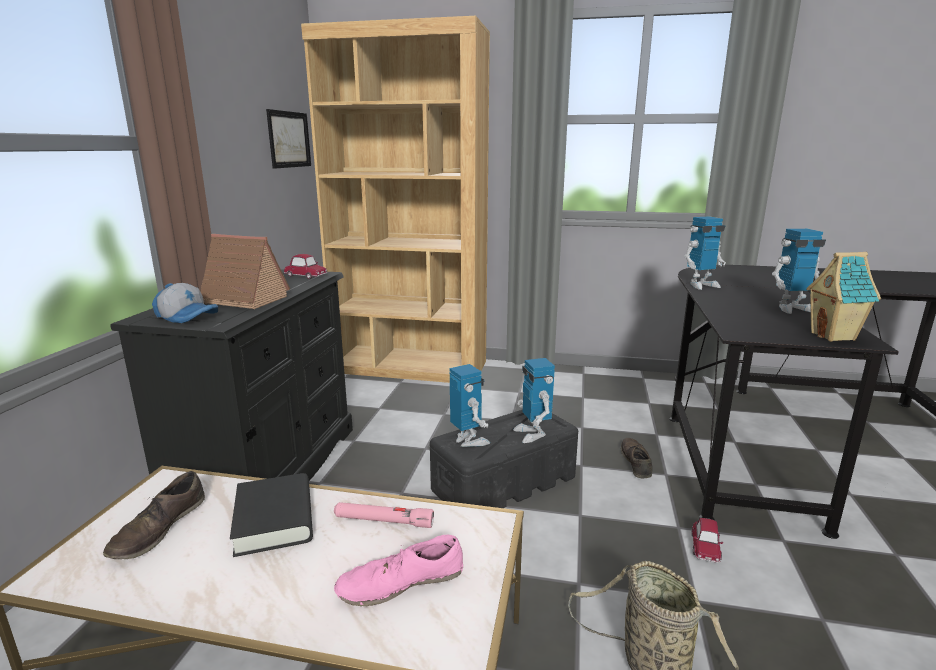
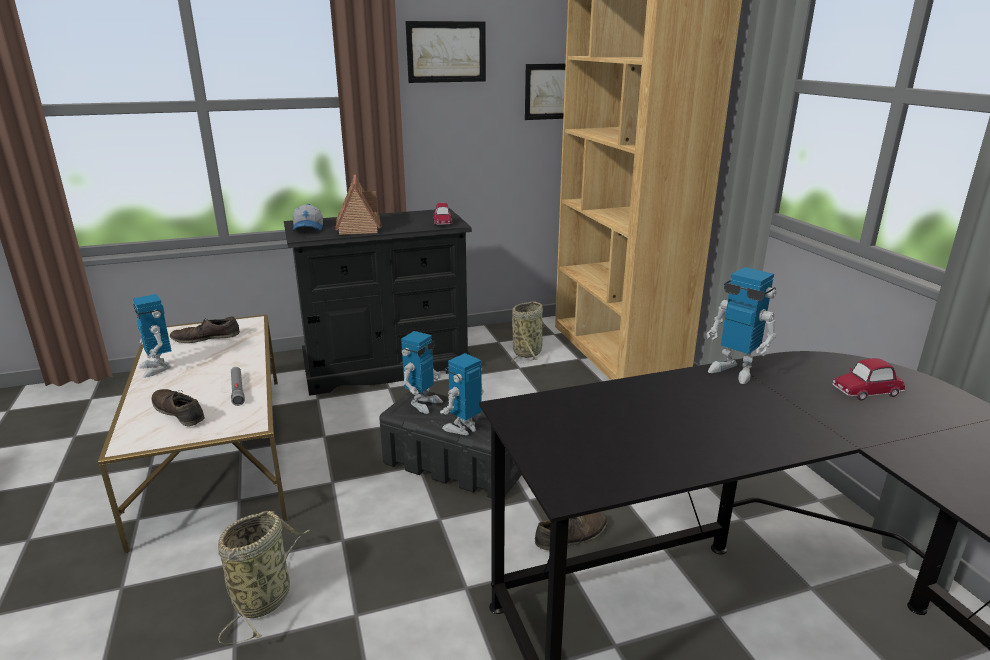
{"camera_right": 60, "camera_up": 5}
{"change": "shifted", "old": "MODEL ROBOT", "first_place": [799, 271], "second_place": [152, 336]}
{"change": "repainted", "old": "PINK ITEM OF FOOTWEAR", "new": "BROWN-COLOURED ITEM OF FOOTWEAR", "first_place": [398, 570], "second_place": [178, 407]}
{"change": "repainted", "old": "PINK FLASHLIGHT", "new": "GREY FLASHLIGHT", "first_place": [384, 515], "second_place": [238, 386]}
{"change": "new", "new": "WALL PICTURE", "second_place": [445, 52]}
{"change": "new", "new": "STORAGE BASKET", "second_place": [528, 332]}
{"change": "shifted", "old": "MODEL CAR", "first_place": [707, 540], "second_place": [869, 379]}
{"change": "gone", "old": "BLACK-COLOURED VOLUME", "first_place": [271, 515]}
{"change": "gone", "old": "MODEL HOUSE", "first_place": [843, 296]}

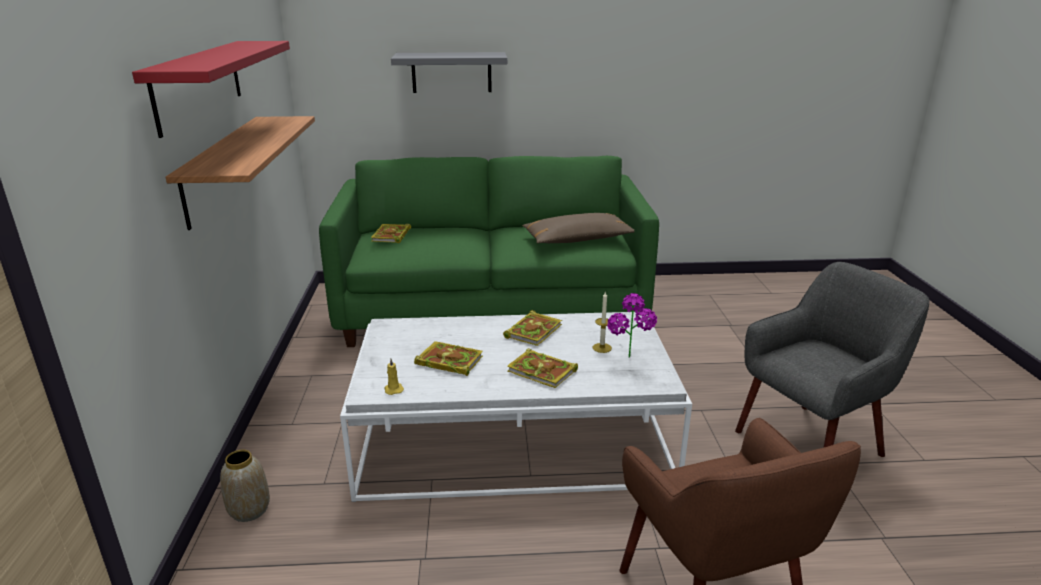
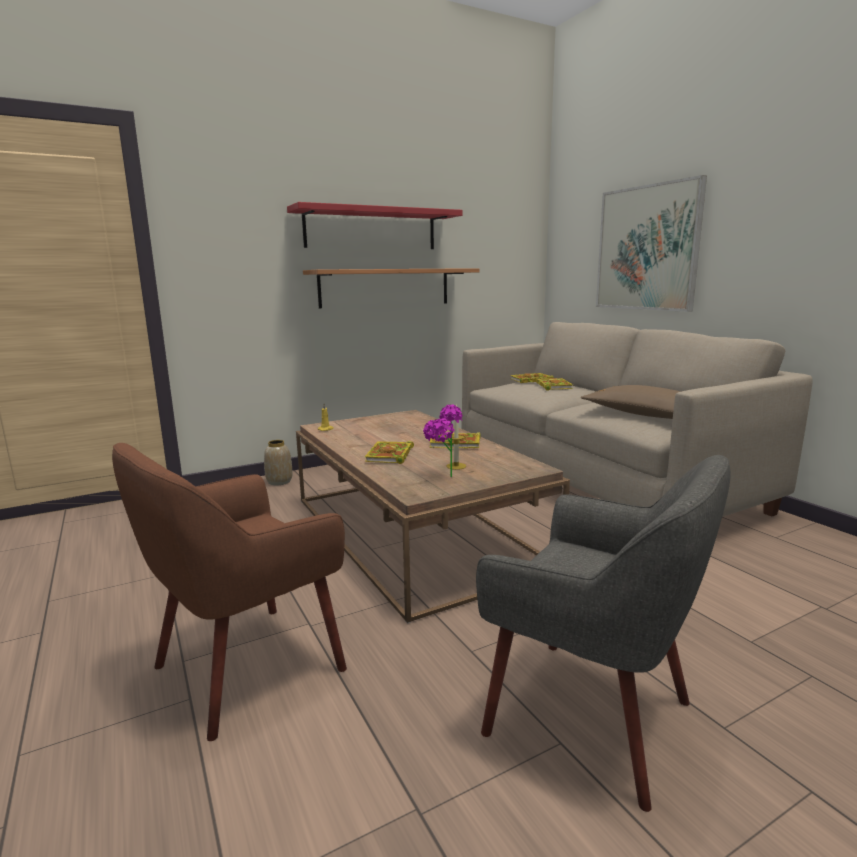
{"camera_right": 65, "camera_up": -10}
{"change": "repainted", "old": "WHITE-COLOURED COFFEE TABLE", "new": "BROWN-COLOURED COFFEE TABLE", "first_place": [516, 407], "second_place": [433, 516]}
{"change": "repainted", "old": "GREEN-COLOURED COUCH", "new": "BEIGE-COLOURED COUCH", "first_place": [489, 251], "second_place": [637, 419]}
{"change": "shifted", "old": "VOLUME", "first_place": [448, 358], "second_place": [554, 384]}
{"change": "swapped", "old": "GREY SHELF", "new": "WALL PICTURE", "first_place": [449, 72], "second_place": [651, 243]}

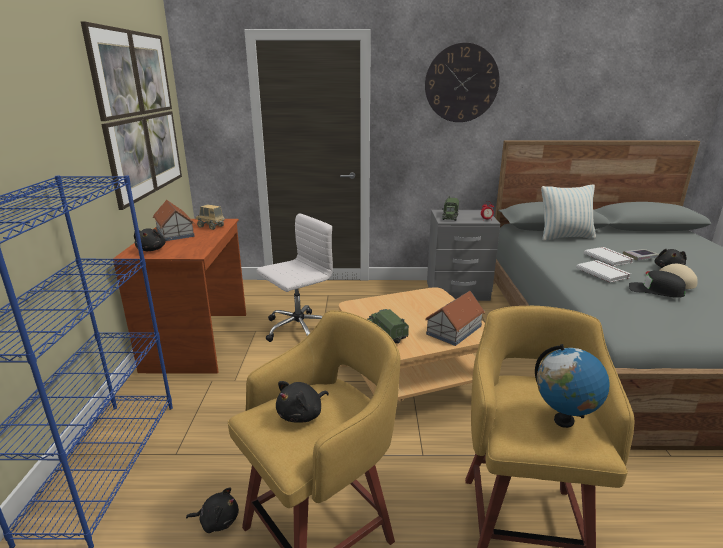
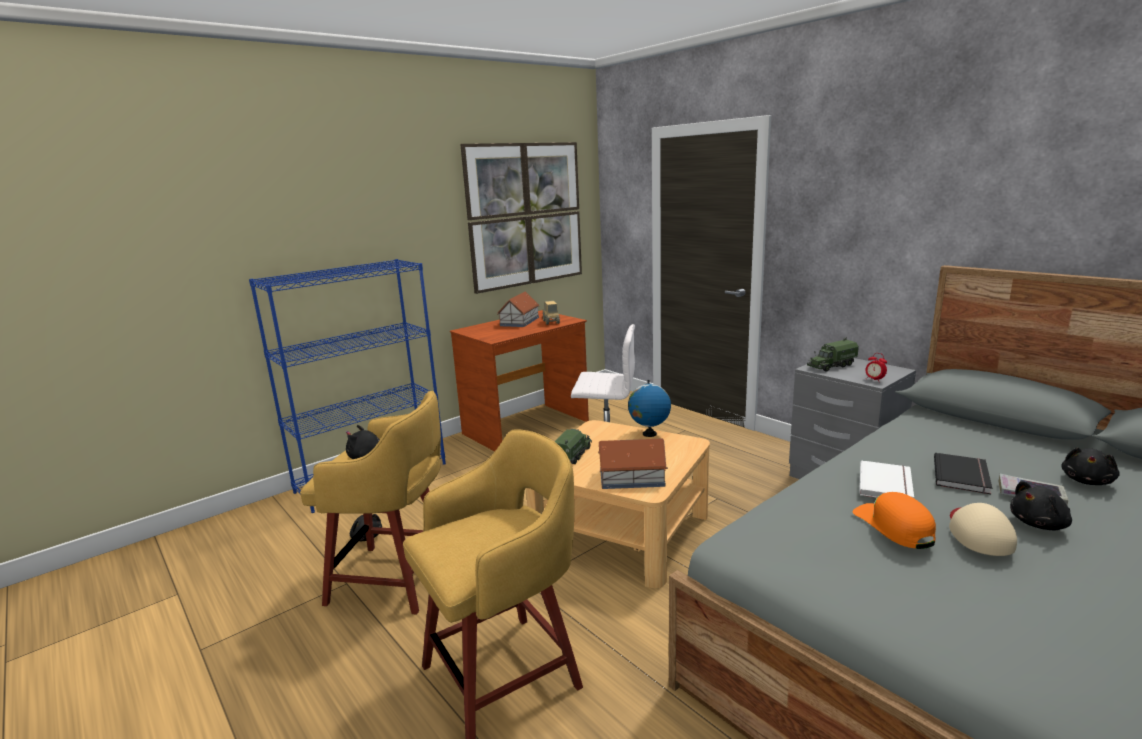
{"camera_right": 50, "camera_up": -5}
{"change": "shifted", "old": "DESK GLOBE", "first_place": [572, 386], "second_place": [649, 408]}
{"change": "repainted", "old": "BLACK-COLOURED PEAKED CAP", "new": "ORANGE PEAKED CAP", "first_place": [657, 284], "second_place": [894, 520]}
{"change": "repainted", "old": "WHITE-COLOURED VOLUME", "new": "BLACK-COLOURED VOLUME", "first_place": [609, 256], "second_place": [963, 473]}
{"change": "shifted", "old": "BLACK-COLOURED SOFT TOY", "first_place": [150, 239], "second_place": [1090, 466]}
{"change": "gone", "old": "WALL CLOCK", "first_place": [462, 82]}
{"change": "gone", "old": "THROW PILLOW", "first_place": [568, 212]}

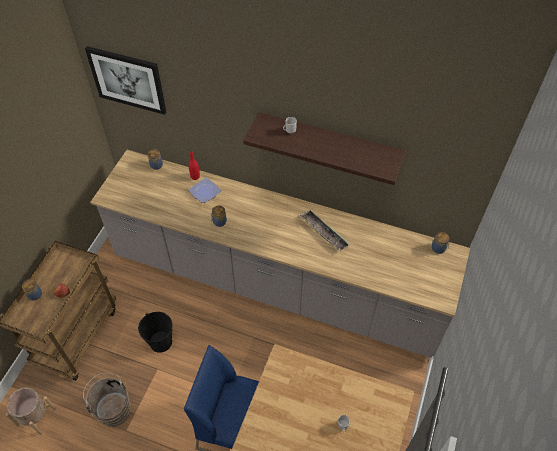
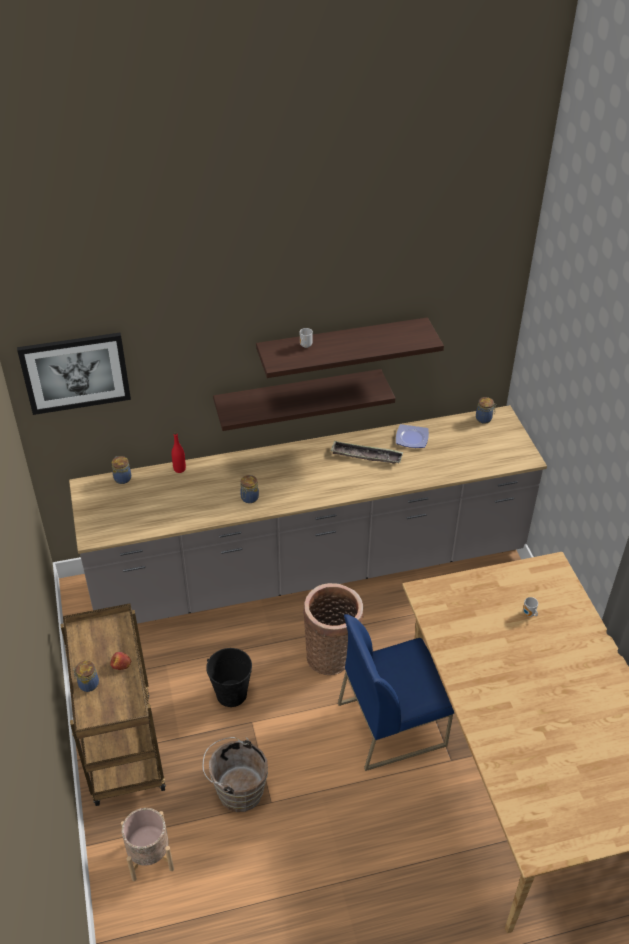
{"camera_right": -35, "camera_up": -10}
{"change": "new", "new": "SHELF", "second_place": [304, 400]}
{"change": "new", "new": "STORAGE BASKET", "second_place": [333, 629]}
{"change": "shifted", "old": "FLAT DISH", "first_place": [205, 190], "second_place": [412, 436]}

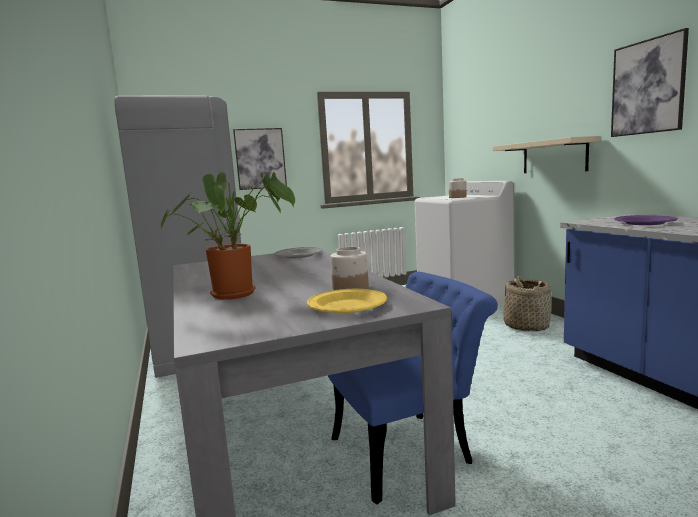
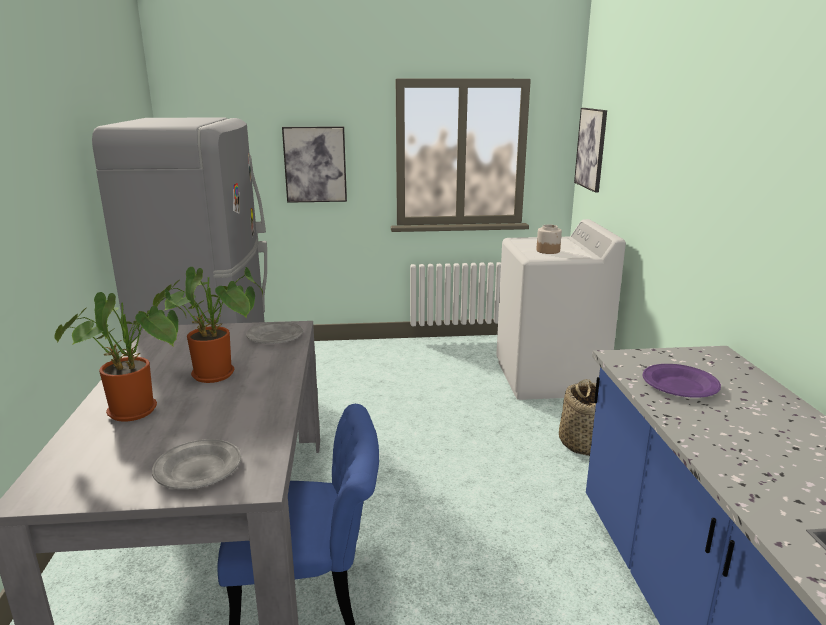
{"camera_right": 15, "camera_up": 10}
{"change": "repainted", "old": "YELLOWISH FLAT DISH", "new": "GREY FLAT DISH", "first_place": [347, 301], "second_place": [196, 464]}
{"change": "new", "new": "HOUSEPLANT", "second_place": [208, 325]}
{"change": "shifted", "old": "WALL PICTURE", "first_place": [650, 82], "second_place": [590, 150]}
{"change": "gone", "old": "STORAGE JAR", "first_place": [349, 268]}
{"change": "gone", "old": "BEIGE-COLOURED SHELF", "first_place": [546, 154]}

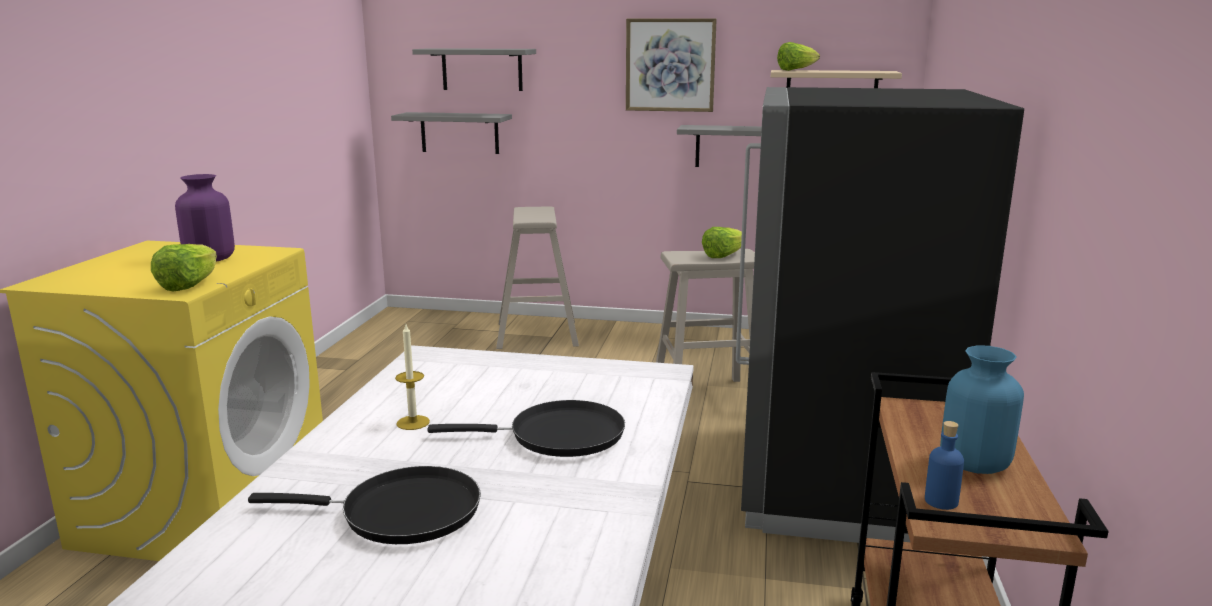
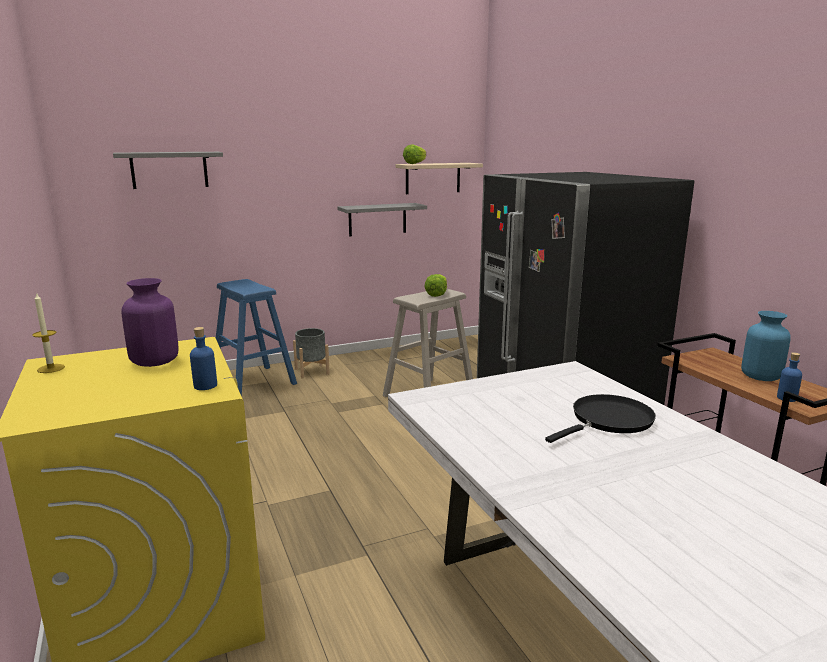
{"camera_right": -35, "camera_up": 0}
{"change": "shifted", "old": "WAX CANDLE", "first_place": [412, 377], "second_place": [48, 332]}
{"change": "swapped", "old": "LETTUCE HEAD", "new": "BLUISH BEVERAGE BOTTLE", "first_place": [184, 268], "second_place": [203, 358]}
{"change": "repainted", "old": "BEIGE-COLOURED STOOL", "new": "BLUISH STOOL", "first_place": [537, 278], "second_place": [256, 337]}
{"change": "new", "new": "GREY PLANTER", "second_place": [311, 353]}
{"change": "gone", "old": "BLACK-COLOURED FRYING PAN", "first_place": [364, 505]}
{"change": "gone", "old": "GREY SHELF", "first_place": [451, 133]}
{"change": "gone", "old": "WALL PICTURE", "first_place": [671, 65]}

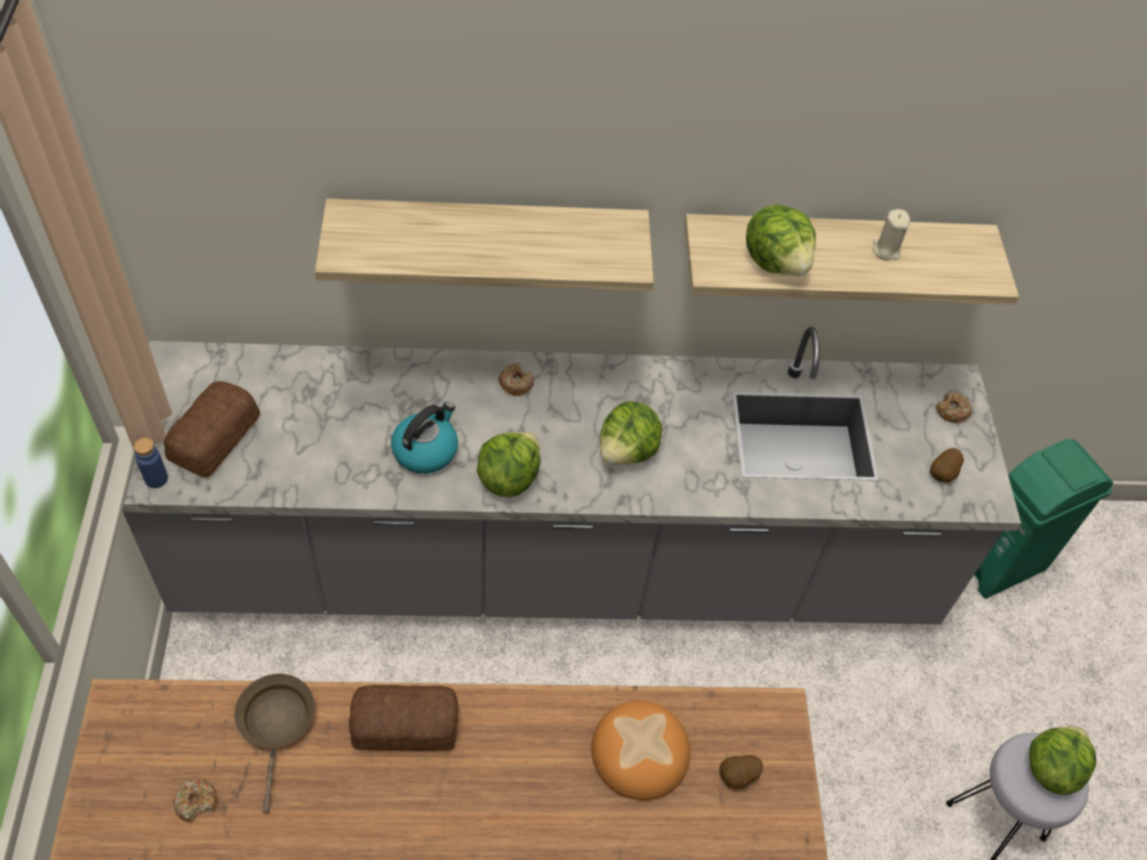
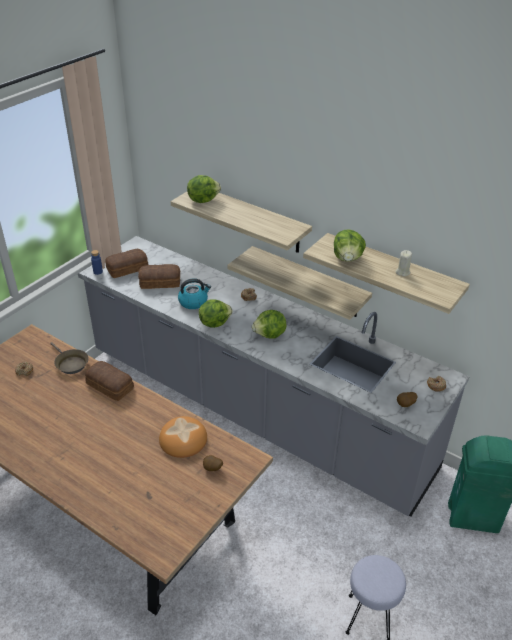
{"camera_right": 40, "camera_up": -15}
{"change": "rotated", "old": "BROWN-COLOURED FRYING PAN", "first_place": [274, 743], "second_place": [69, 358], "degrees": 105}
{"change": "new", "new": "BREAD", "second_place": [159, 276]}
{"change": "shifted", "old": "LETTUCE HEAD", "first_place": [1063, 760], "second_place": [204, 189]}
{"change": "new", "new": "SHELF", "second_place": [300, 283]}

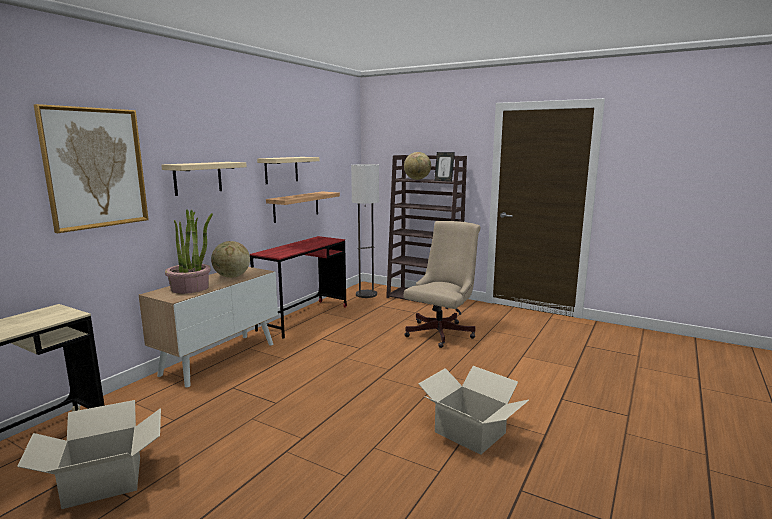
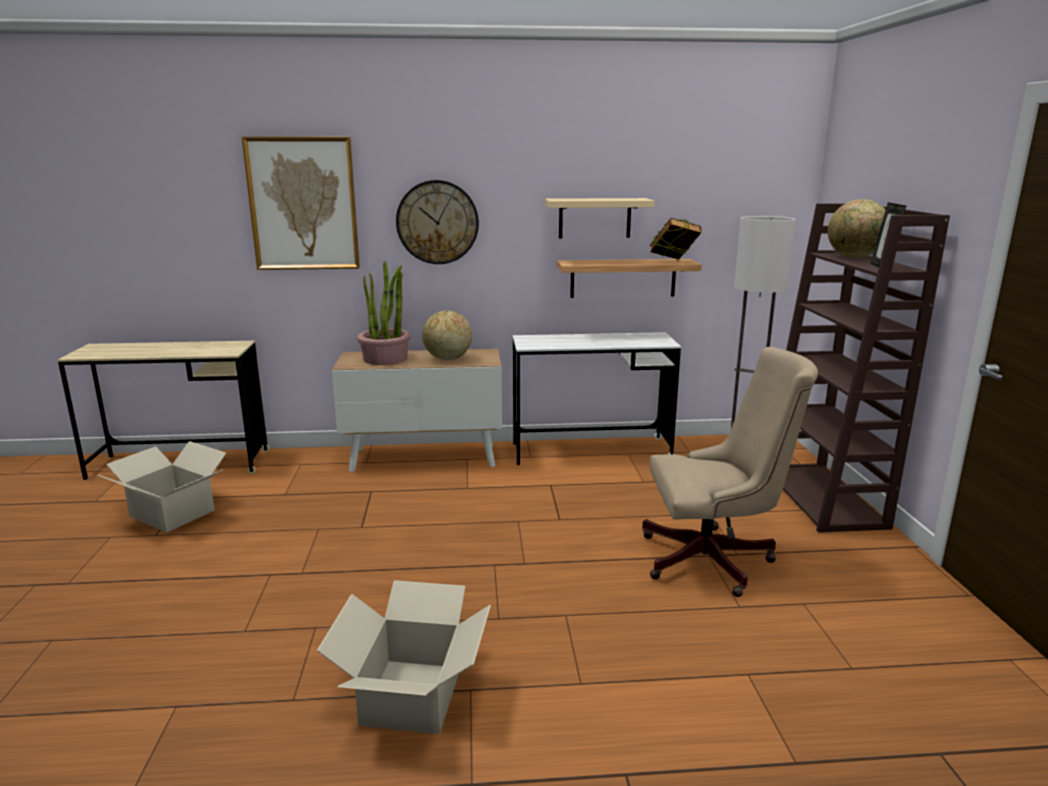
{"camera_right": 55, "camera_up": 5}
{"change": "swapped", "old": "BEIGE-COLOURED SHELF", "new": "WALL CLOCK", "first_place": [204, 179], "second_place": [437, 222]}
{"change": "repainted", "old": "RED-COLOURED DESK TABLE", "new": "WHITE-COLOURED DESK TABLE", "first_place": [298, 287], "second_place": [597, 398]}
{"change": "new", "new": "VOLUME", "second_place": [676, 239]}

